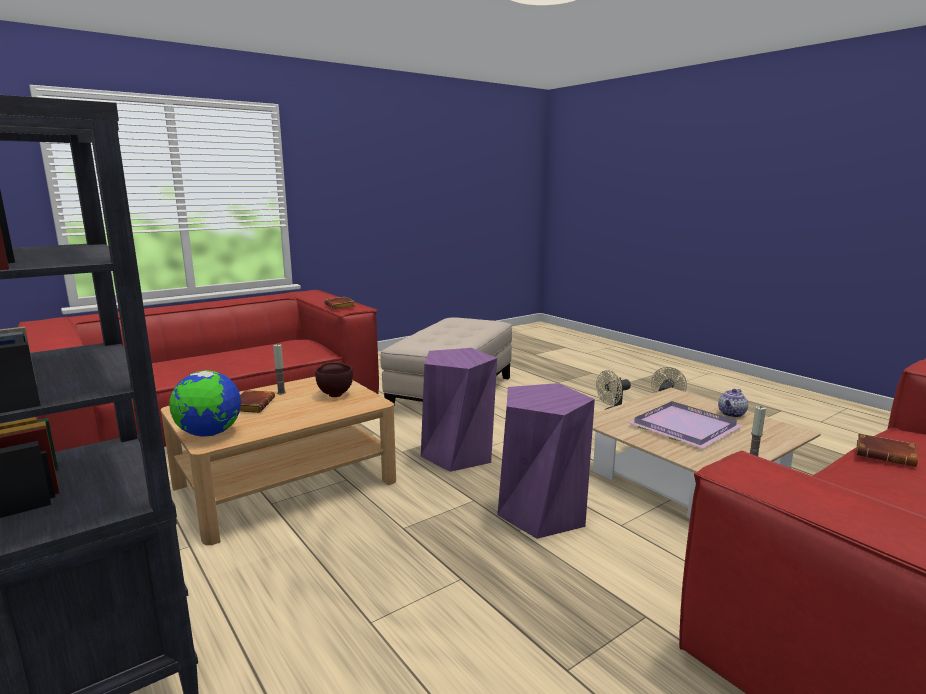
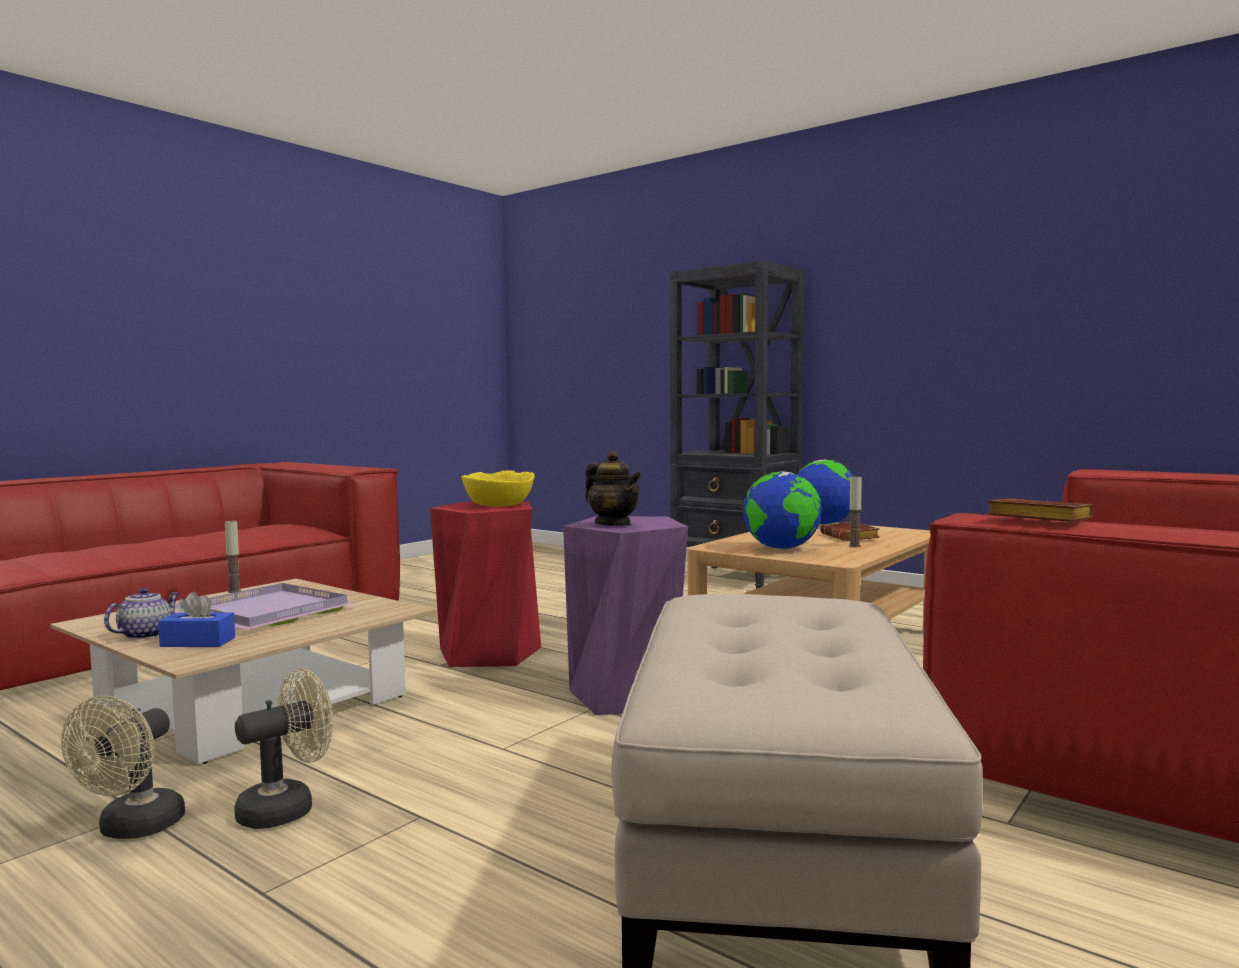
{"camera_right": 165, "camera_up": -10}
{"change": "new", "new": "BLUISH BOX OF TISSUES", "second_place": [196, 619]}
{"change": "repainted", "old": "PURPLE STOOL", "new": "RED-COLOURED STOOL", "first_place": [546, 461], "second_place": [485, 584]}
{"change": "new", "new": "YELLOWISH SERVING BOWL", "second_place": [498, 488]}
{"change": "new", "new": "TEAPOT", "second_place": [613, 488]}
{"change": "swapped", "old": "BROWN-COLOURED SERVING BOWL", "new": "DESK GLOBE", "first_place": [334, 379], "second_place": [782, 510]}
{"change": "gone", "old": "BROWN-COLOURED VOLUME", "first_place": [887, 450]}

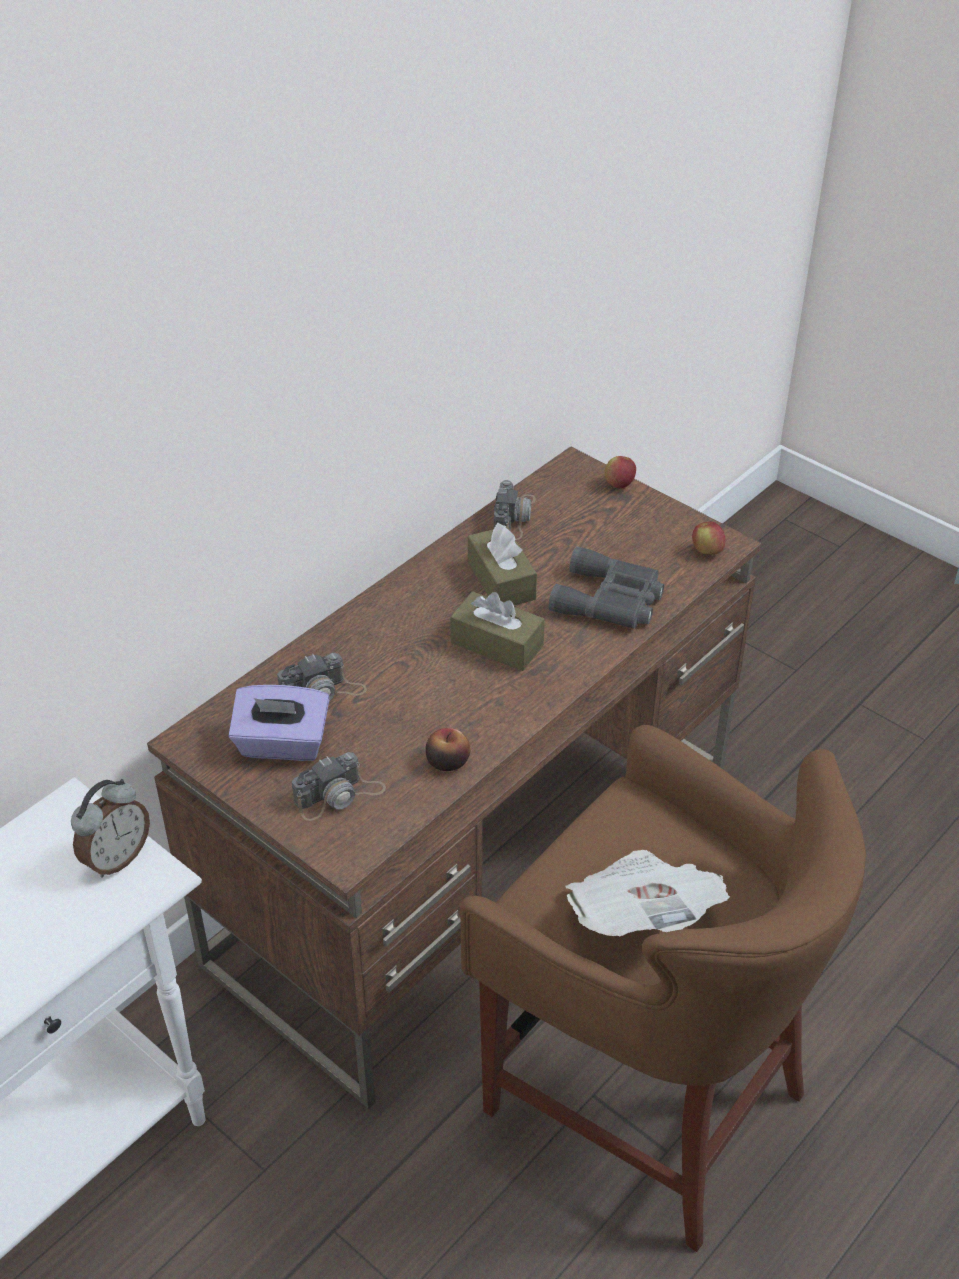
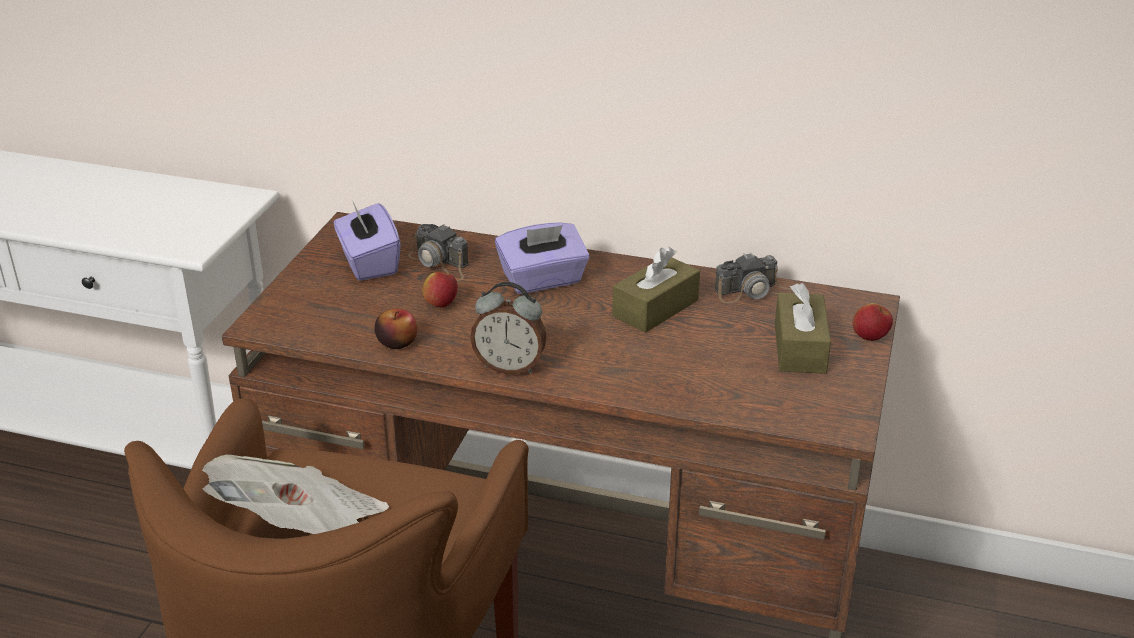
{"camera_right": 65, "camera_up": -10}
{"change": "shifted", "old": "APPLE FRUIT", "first_place": [709, 538], "second_place": [440, 289]}
{"change": "shifted", "old": "ALARM CLOCK", "first_place": [110, 828], "second_place": [508, 328]}
{"change": "new", "new": "PURPLE BOX OF TISSUES", "second_place": [542, 258]}
{"change": "shifted", "old": "BROWN-COLOURED BOX OF TISSUES", "first_place": [497, 631], "second_place": [803, 328]}
{"change": "gone", "old": "STILL CAMERA", "first_place": [339, 786]}
{"change": "gone", "old": "GREY FIELD GLASSES", "first_place": [606, 587]}

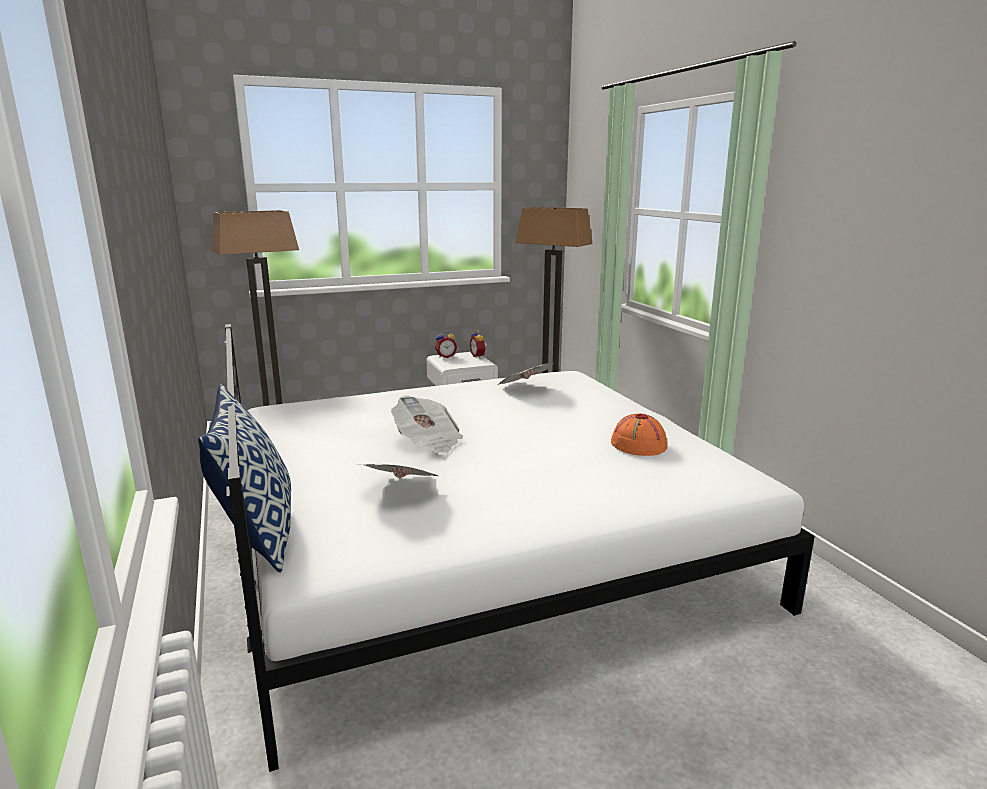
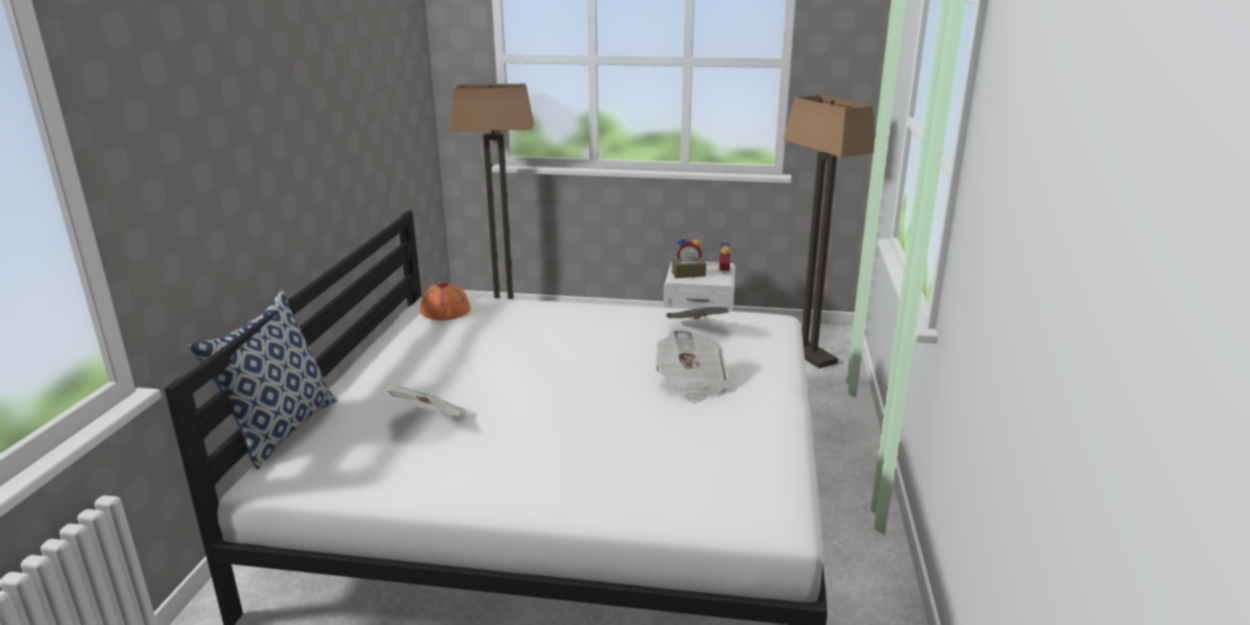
{"camera_right": 30, "camera_up": 5}
{"change": "shifted", "old": "ORANGE HAT", "first_place": [639, 434], "second_place": [445, 301]}
{"change": "shifted", "old": "PRINTED PAPER", "first_place": [427, 425], "second_place": [692, 366]}
{"change": "new", "new": "BROWN-COLOURED BOX OF TISSUES", "second_place": [689, 263]}

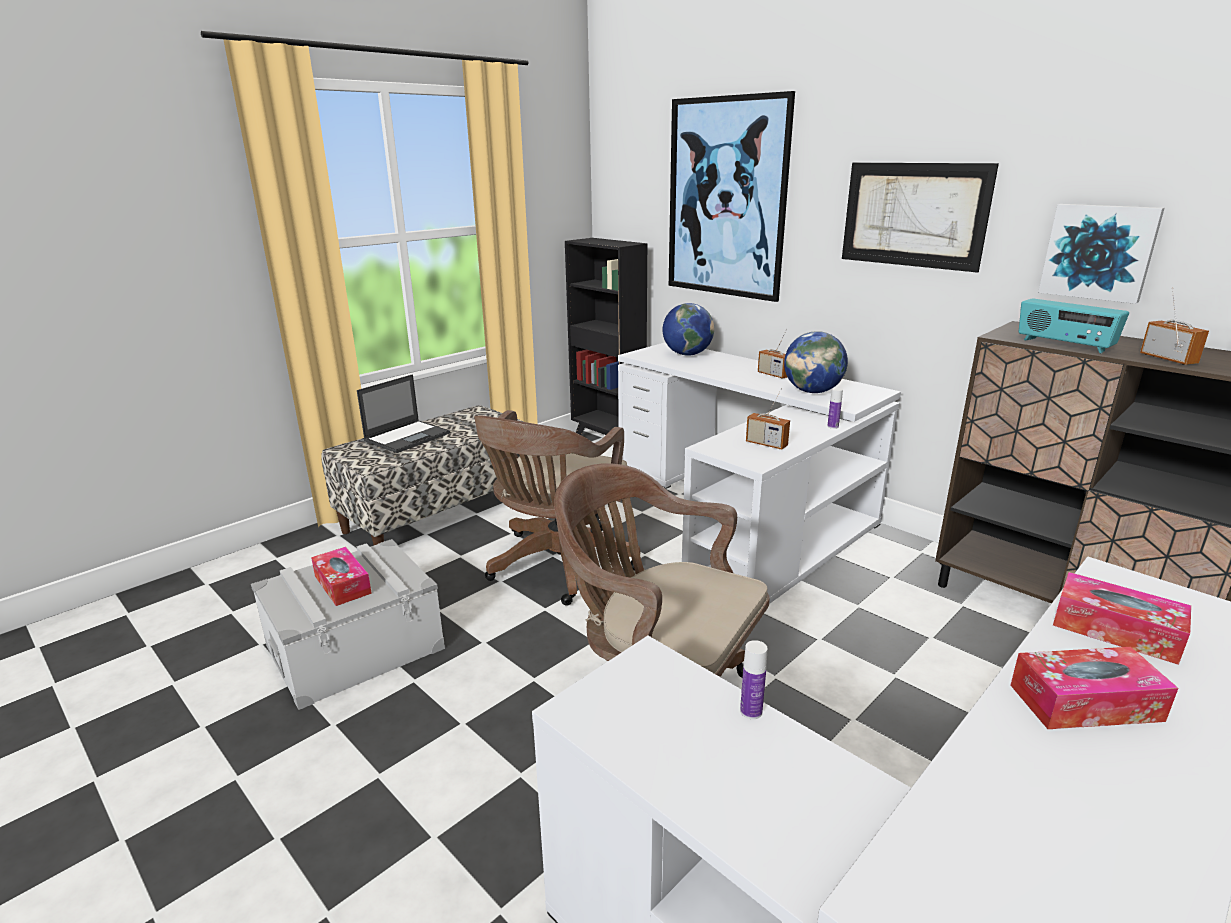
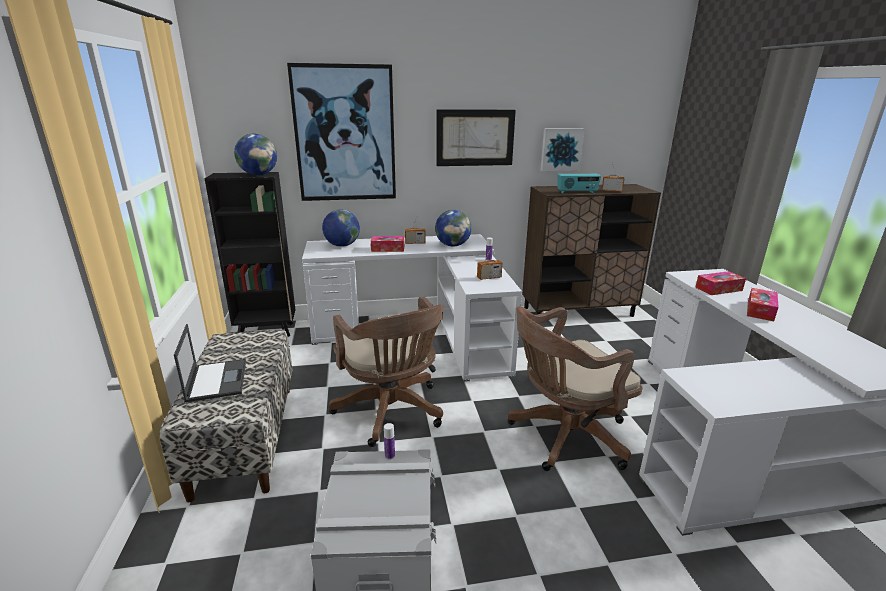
{"camera_right": -55, "camera_up": 0}
{"change": "new", "new": "DESK GLOBE", "second_place": [255, 154]}
{"change": "shifted", "old": "BOX OF TISSUES", "first_place": [341, 576], "second_place": [387, 244]}
{"change": "shifted", "old": "BEVERAGE BOTTLE", "first_place": [754, 679], "second_place": [389, 441]}

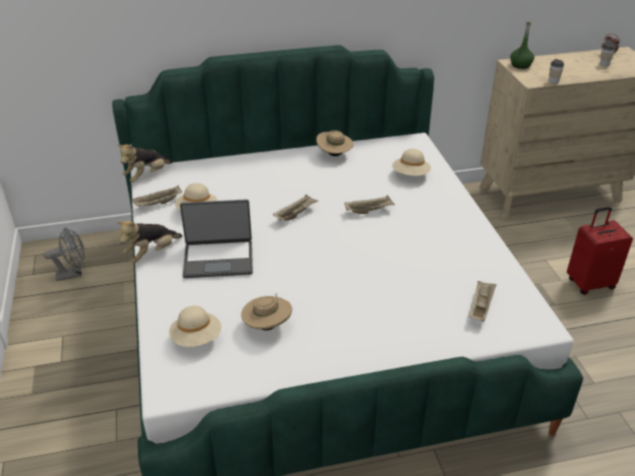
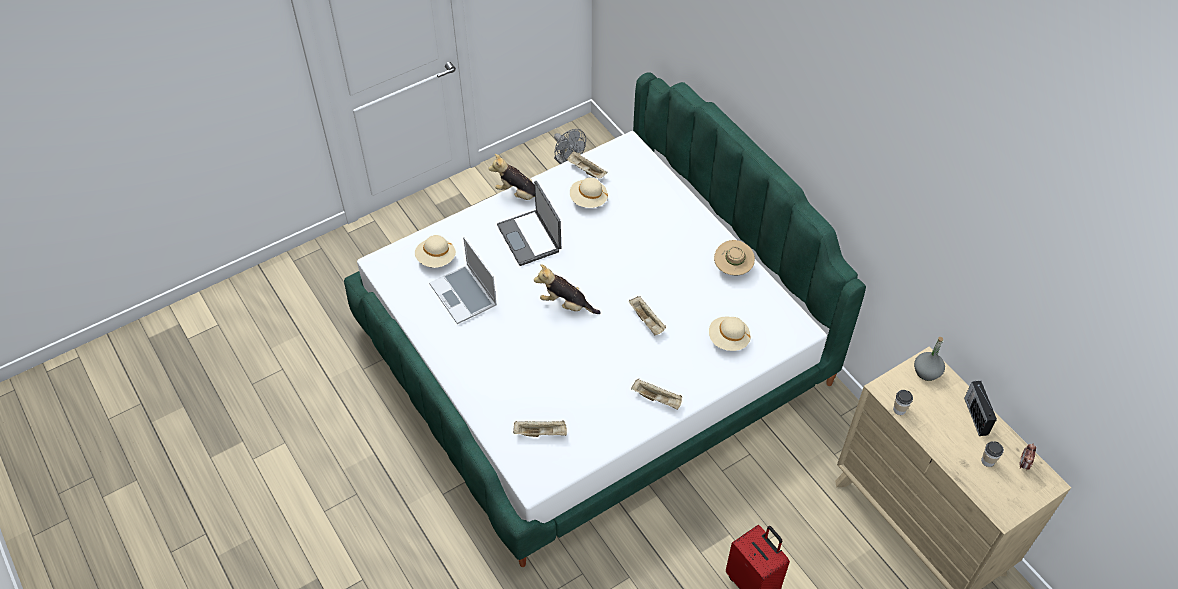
{"camera_right": 70, "camera_up": 15}
{"change": "swapped", "old": "BEIGE-COLOURED HAT", "new": "LAPTOP", "first_place": [266, 311], "second_place": [463, 280]}
{"change": "shifted", "old": "SOFT TOY", "first_place": [145, 163], "second_place": [567, 289]}
{"change": "shifted", "old": "BEIGE-COLOURED TRAY", "first_place": [296, 208], "second_place": [656, 394]}
{"change": "repainted", "old": "GREEN-COLOURED BEVERAGE BOTTLE", "new": "GREY BEVERAGE BOTTLE", "first_place": [522, 45], "second_place": [929, 359]}
{"change": "new", "new": "RADIO", "second_place": [980, 408]}

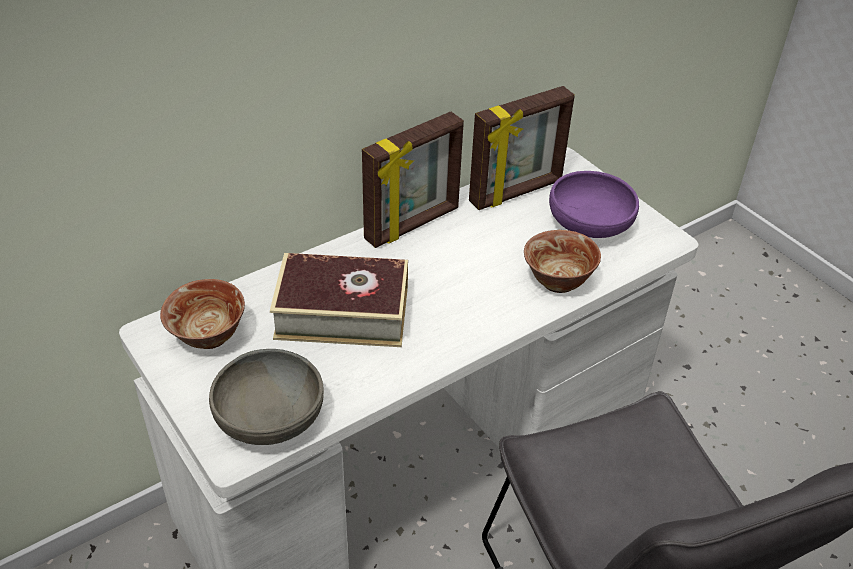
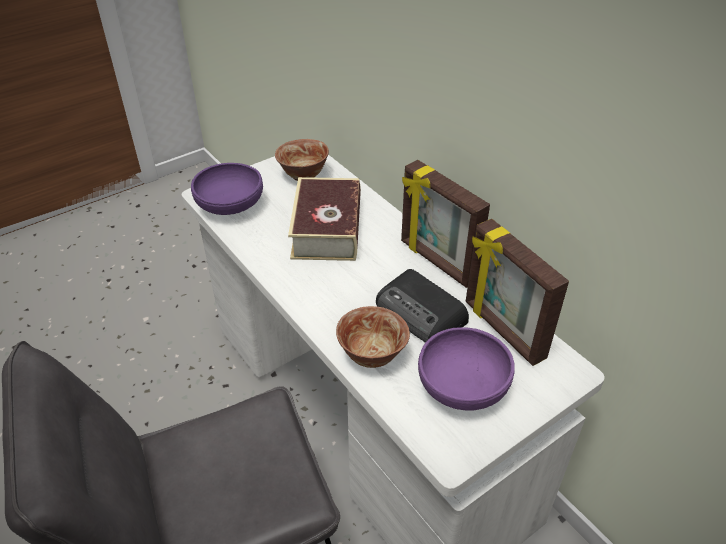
{"camera_right": 90, "camera_up": 0}
{"change": "repainted", "old": "GREY SERVING BOWL", "new": "PURPLE SERVING BOWL", "first_place": [266, 397], "second_place": [227, 189]}
{"change": "new", "new": "RADIO", "second_place": [422, 306]}

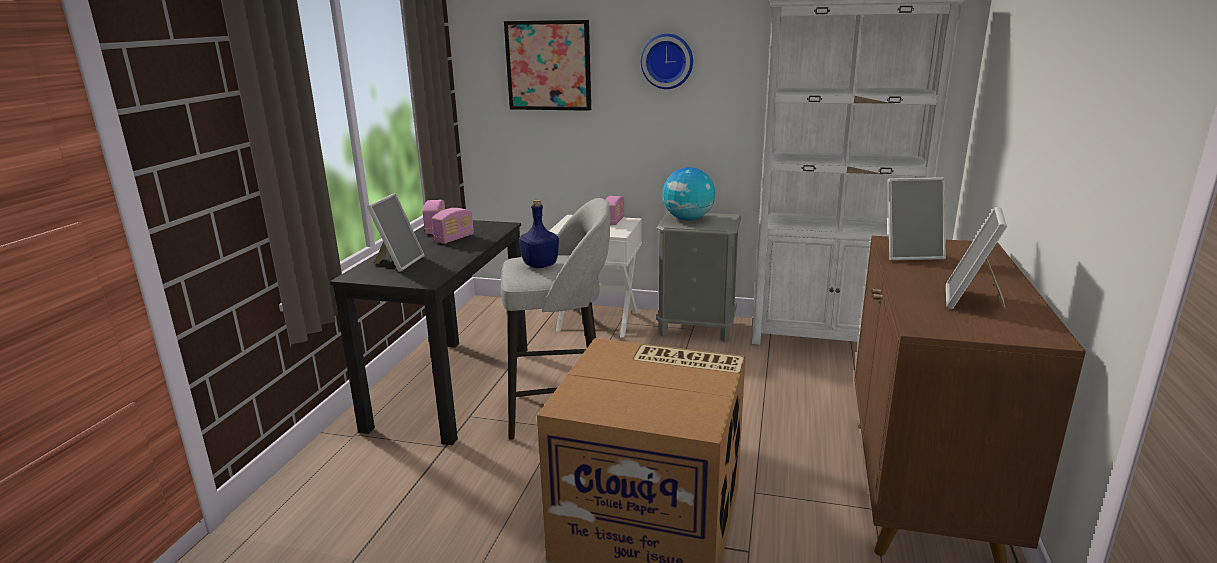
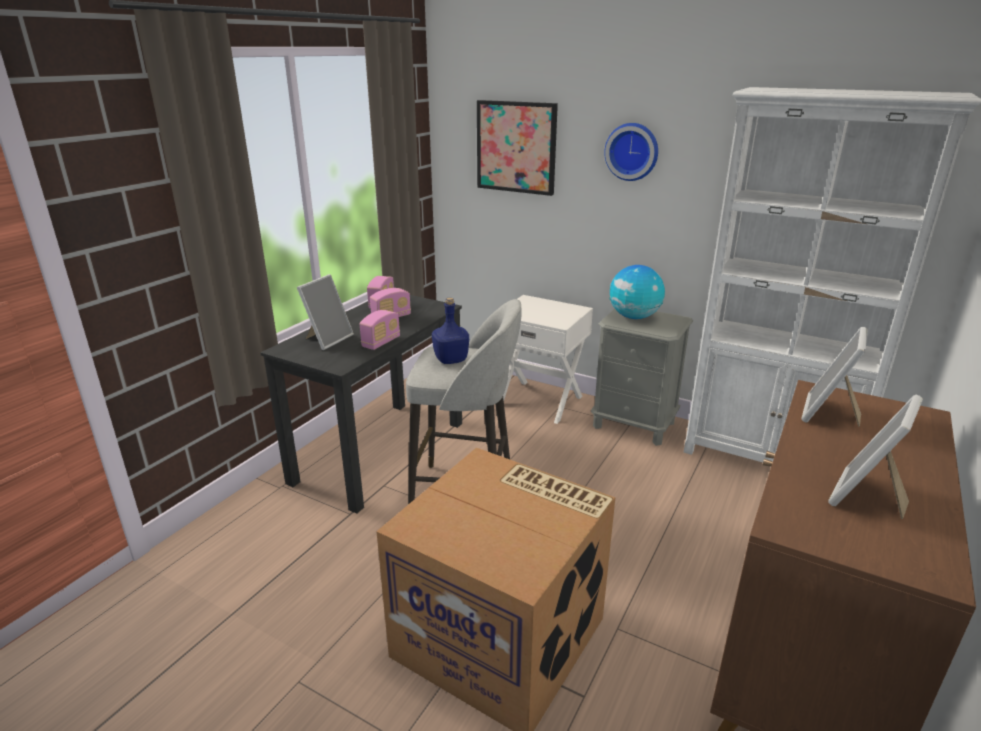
{"camera_right": 15, "camera_up": 5}
{"change": "shifted", "old": "RADIO", "first_place": [615, 211], "second_place": [380, 330]}
{"change": "rotated", "old": "STANDING FRAME", "first_place": [917, 219], "second_place": [834, 377], "degrees": 105}

